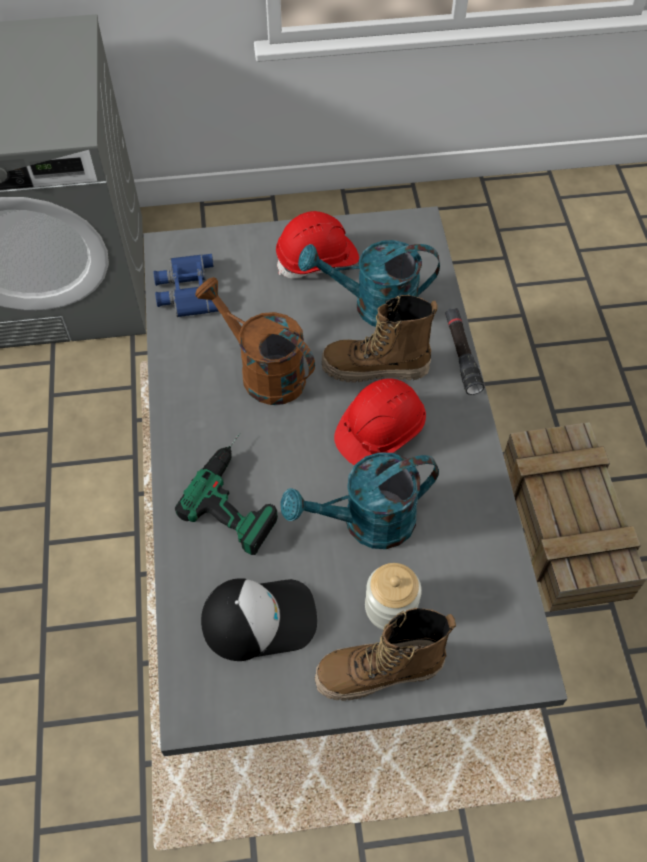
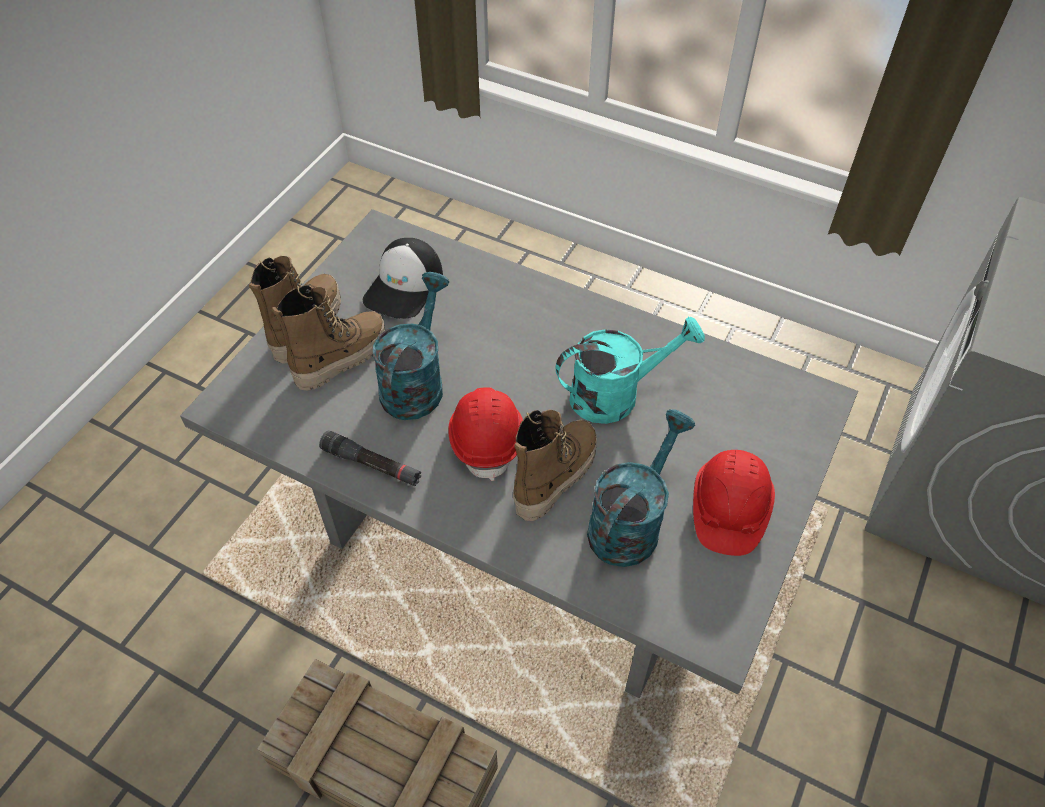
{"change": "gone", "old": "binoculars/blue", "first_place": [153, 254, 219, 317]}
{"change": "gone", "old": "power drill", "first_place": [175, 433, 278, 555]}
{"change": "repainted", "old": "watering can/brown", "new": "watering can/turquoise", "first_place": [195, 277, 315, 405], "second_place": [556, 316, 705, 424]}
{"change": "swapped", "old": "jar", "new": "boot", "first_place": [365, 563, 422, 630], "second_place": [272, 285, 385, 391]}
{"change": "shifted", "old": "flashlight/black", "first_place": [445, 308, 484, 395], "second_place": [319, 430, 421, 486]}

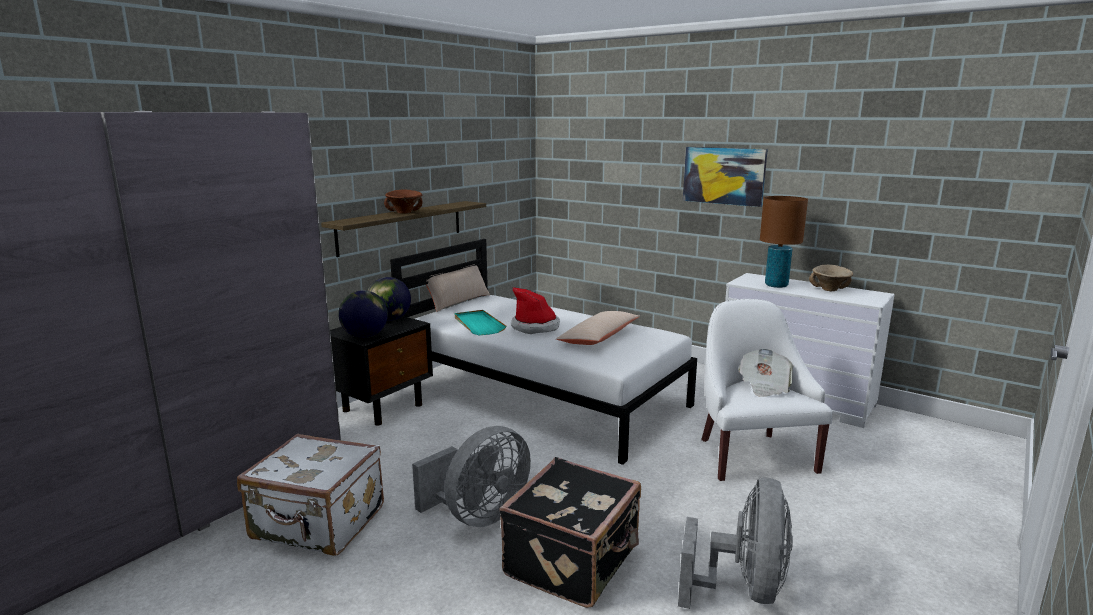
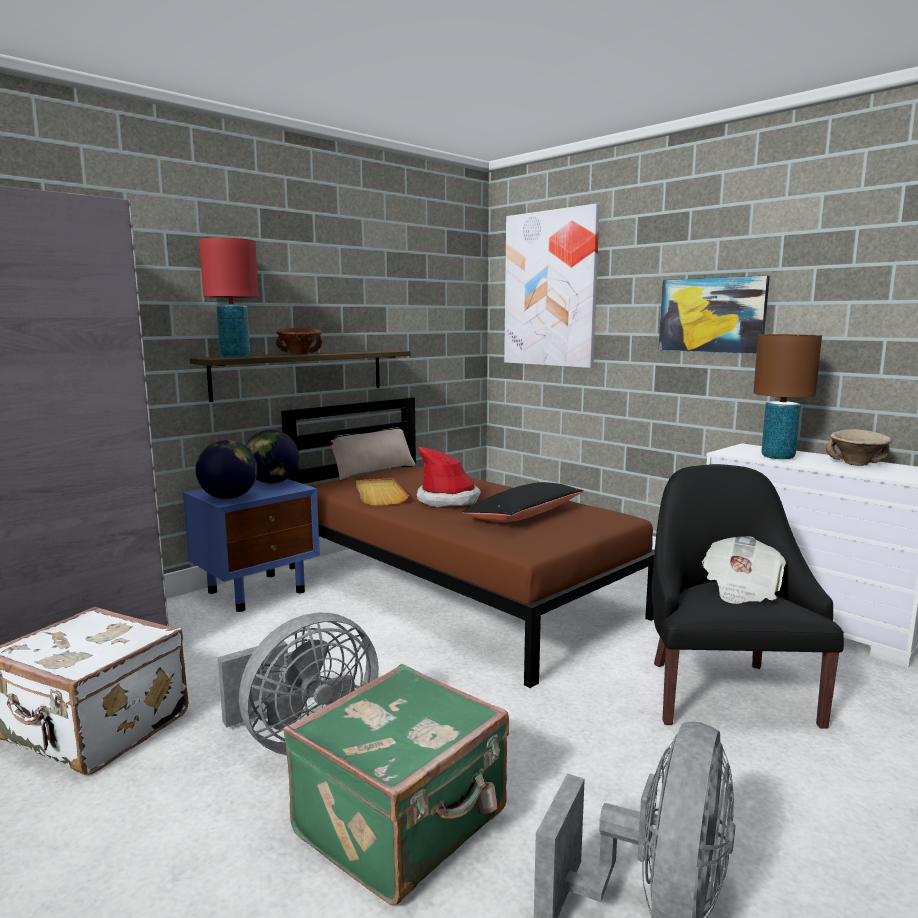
{"change": "repainted", "old": "nightstand/black", "new": "nightstand/blue", "first_place": [330, 316, 433, 426], "second_place": [183, 479, 320, 612]}
{"change": "repainted", "old": "bed/white", "new": "bed/brown", "first_place": [390, 239, 697, 465], "second_place": [281, 397, 655, 688]}
{"change": "repainted", "old": "tray/turquoise", "new": "tray/beige", "first_place": [455, 310, 506, 335], "second_place": [356, 478, 409, 506]}
{"change": "repainted", "old": "suitcase/black", "new": "suitcase/green", "first_place": [499, 457, 641, 608], "second_place": [283, 664, 509, 905]}
{"change": "repainted", "old": "pillow/beige", "new": "pillow/black", "first_place": [556, 311, 640, 345], "second_place": [461, 482, 584, 522]}
{"change": "repainted", "old": "armchair/white", "new": "armchair/black", "first_place": [701, 299, 833, 481], "second_place": [652, 464, 844, 729]}
{"change": "new", "new": "table lamp/red", "second_place": [199, 238, 258, 358]}
{"change": "new", "new": "picture", "second_place": [504, 204, 600, 368]}

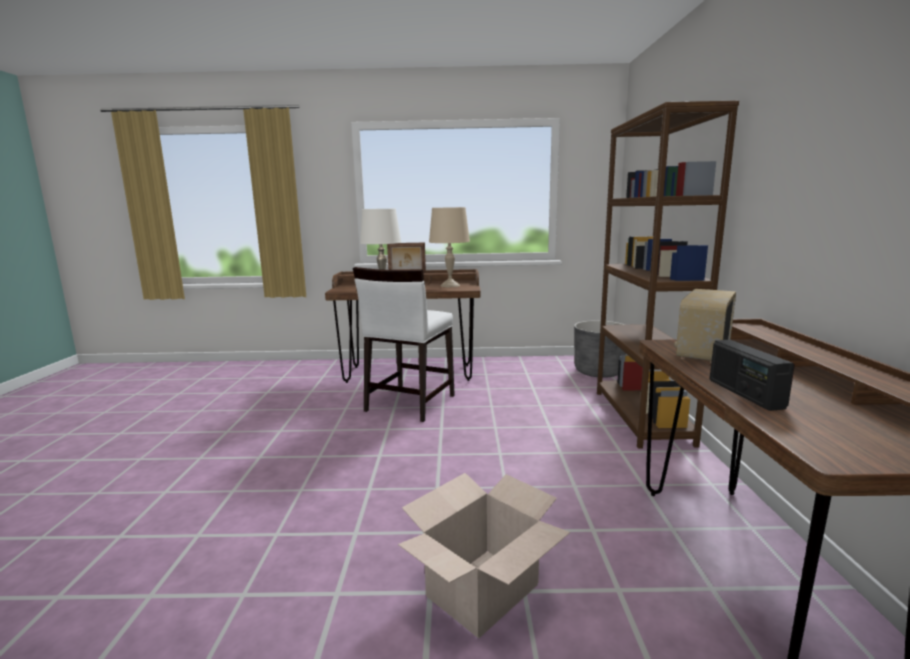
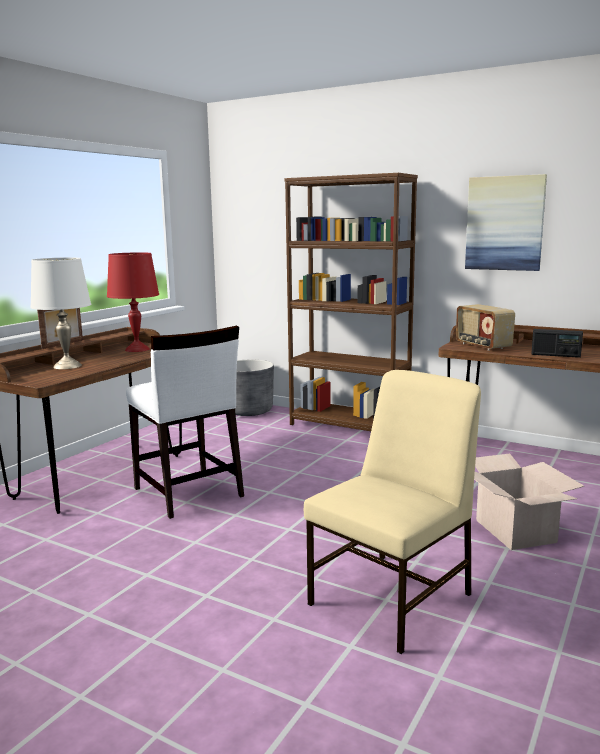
{"change": "repainted", "old": "table lamp/beige", "new": "table lamp/red", "first_place": [429, 207, 470, 287], "second_place": [107, 252, 159, 352]}
{"change": "new", "new": "chair/beige", "second_place": [304, 370, 481, 654]}
{"change": "new", "new": "picture", "second_place": [465, 174, 547, 271]}

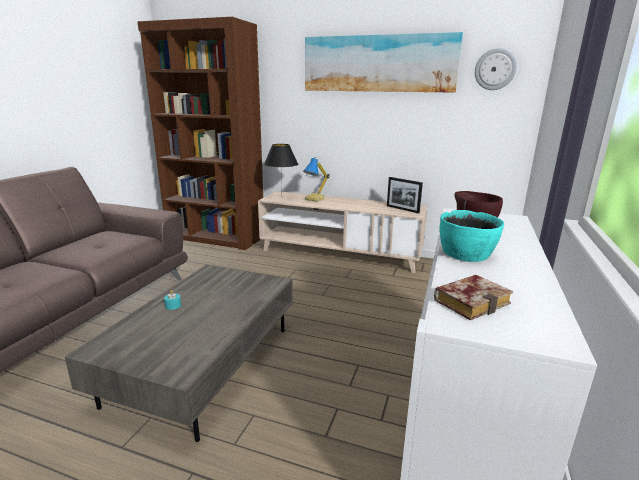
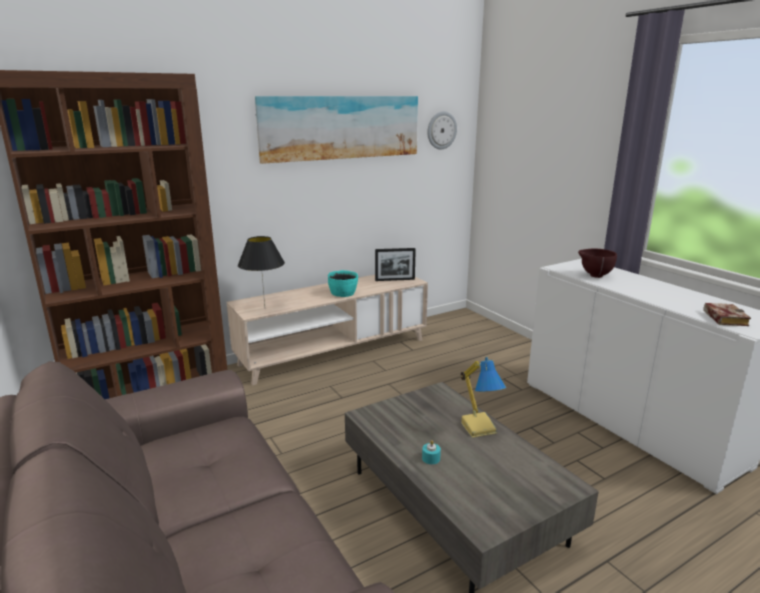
{"change": "shifted", "old": "table lamp", "first_place": [303, 157, 329, 202], "second_place": [461, 357, 506, 438]}
{"change": "shifted", "old": "bowl/turquoise", "first_place": [439, 210, 504, 262], "second_place": [328, 270, 358, 297]}

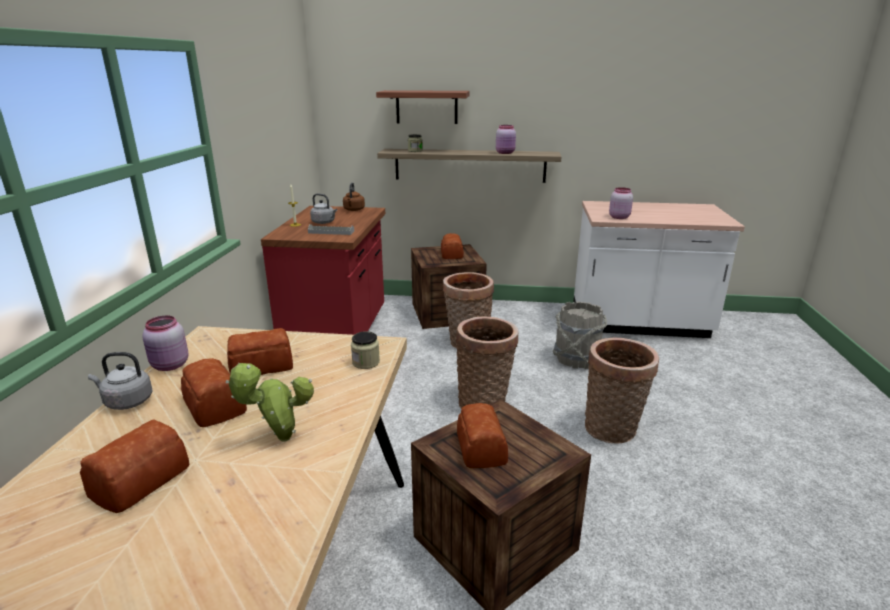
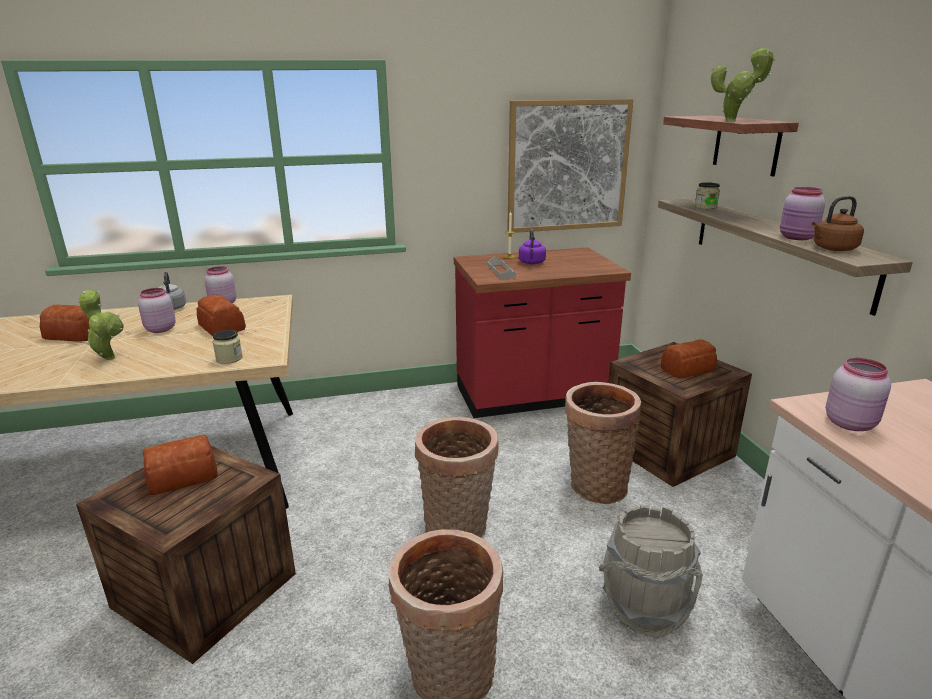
{"change": "swapped", "old": "bread", "new": "jar/pink", "first_place": [181, 358, 247, 427], "second_place": [138, 288, 176, 333]}
{"change": "repainted", "old": "kettle/grey", "new": "kettle/purple", "first_place": [310, 193, 337, 224], "second_place": [519, 228, 546, 264]}
{"change": "shifted", "old": "kettle/brown", "first_place": [343, 182, 365, 211], "second_place": [811, 196, 864, 251]}
{"change": "new", "new": "picture", "second_place": [507, 99, 633, 233]}
{"change": "new", "new": "potted plant", "second_place": [711, 47, 775, 121]}

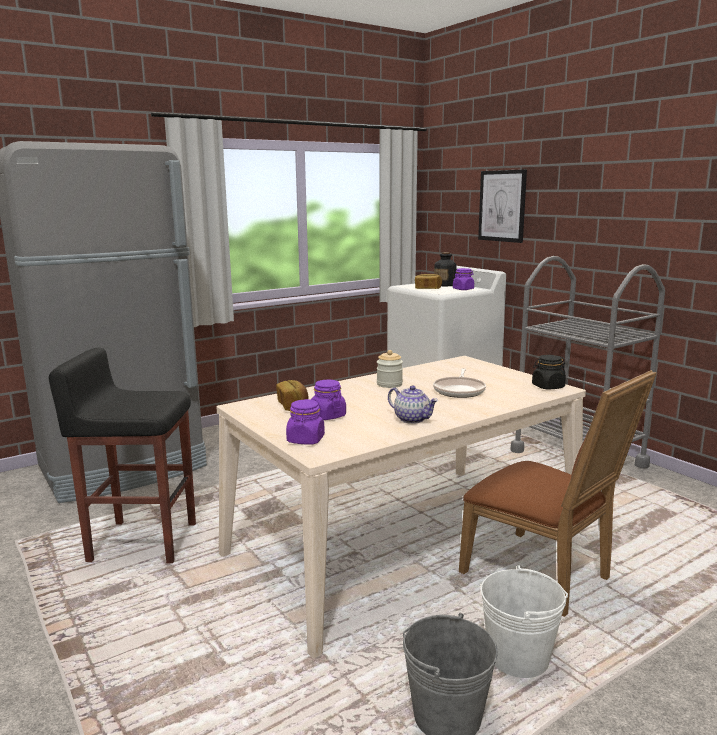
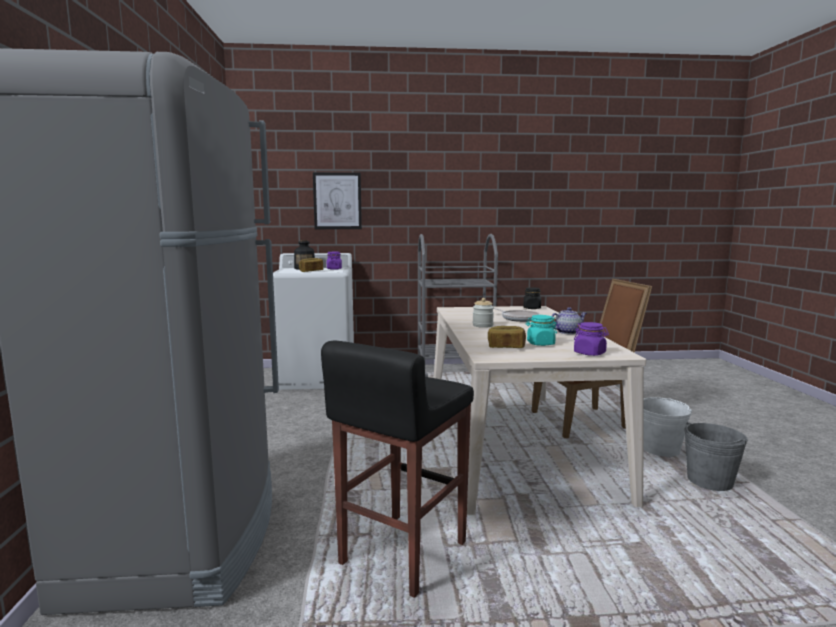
{"change": "repainted", "old": "jar/purple", "new": "jar/turquoise", "first_place": [311, 380, 346, 420], "second_place": [525, 315, 557, 346]}

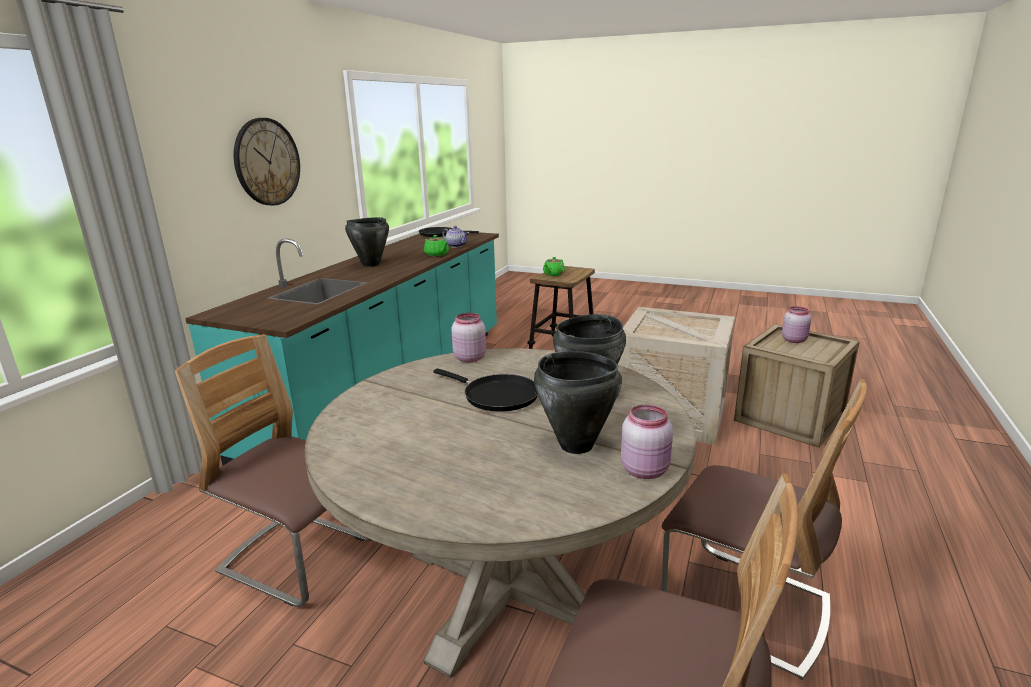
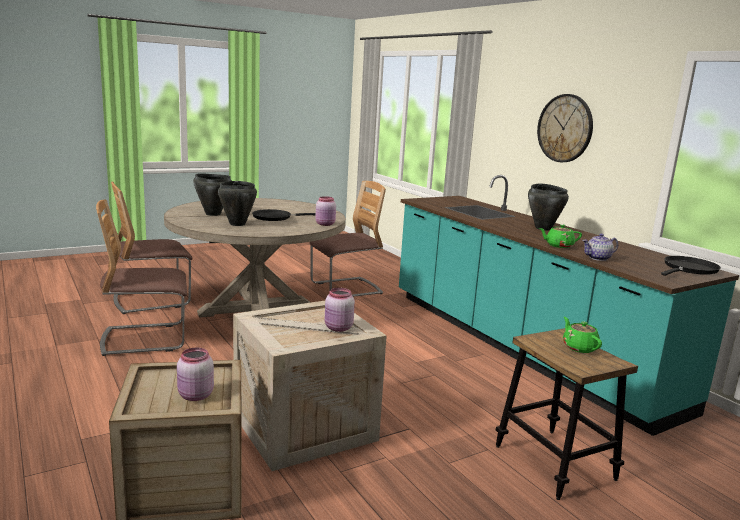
{"change": "shifted", "old": "jar/pink", "first_place": [621, 405, 673, 479], "second_place": [325, 288, 355, 332]}

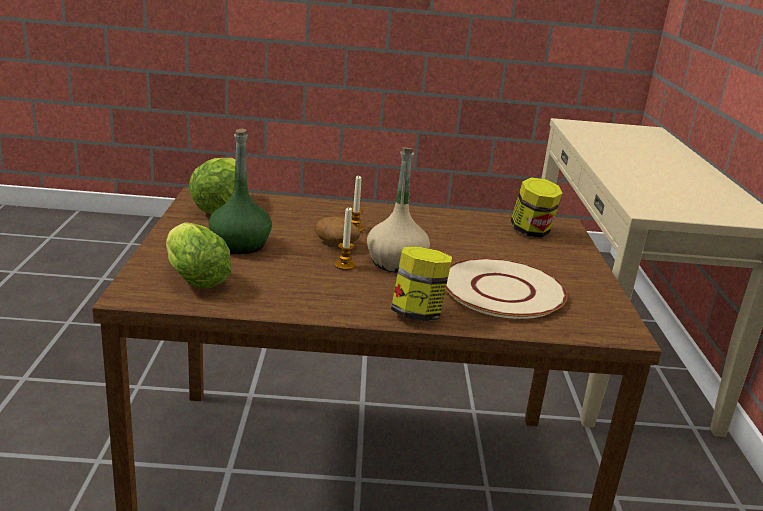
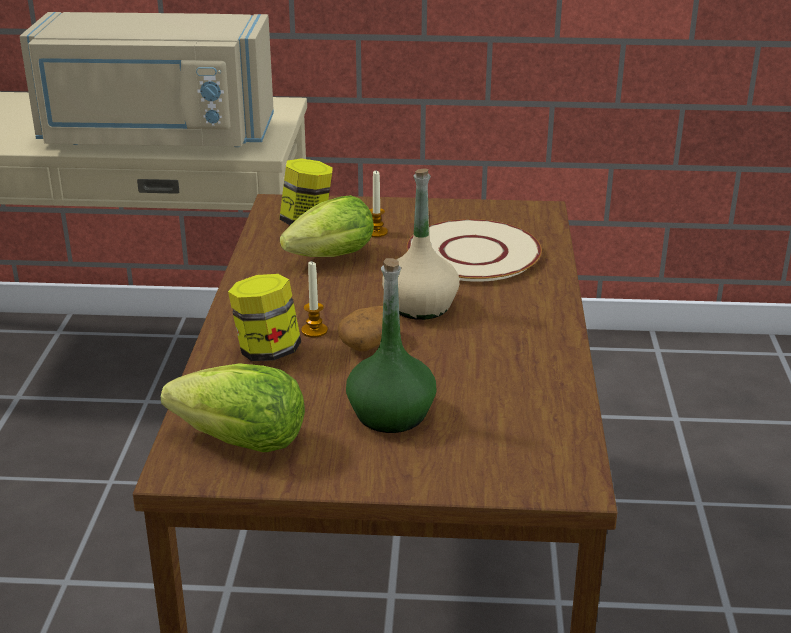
{"change": "shifted", "old": "lettuce", "first_place": [166, 222, 231, 288], "second_place": [280, 195, 374, 257]}
{"change": "shifted", "old": "candle", "first_place": [334, 207, 356, 270], "second_place": [370, 170, 388, 237]}
{"change": "shifted", "old": "jar", "first_place": [391, 247, 452, 321], "second_place": [228, 274, 301, 361]}
{"change": "new", "new": "microwave/beige", "second_place": [19, 12, 274, 147]}

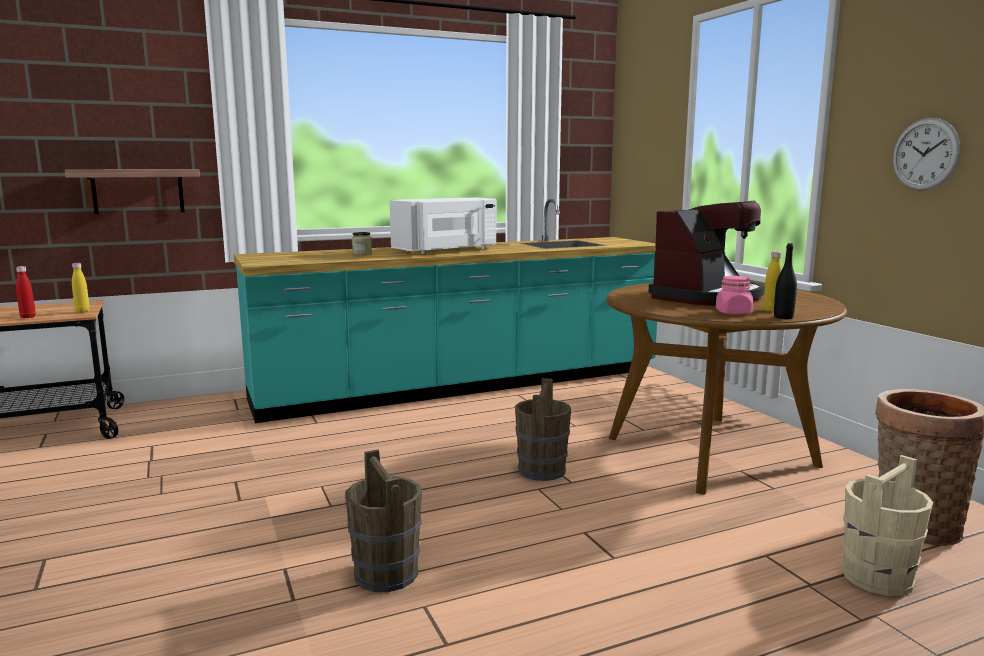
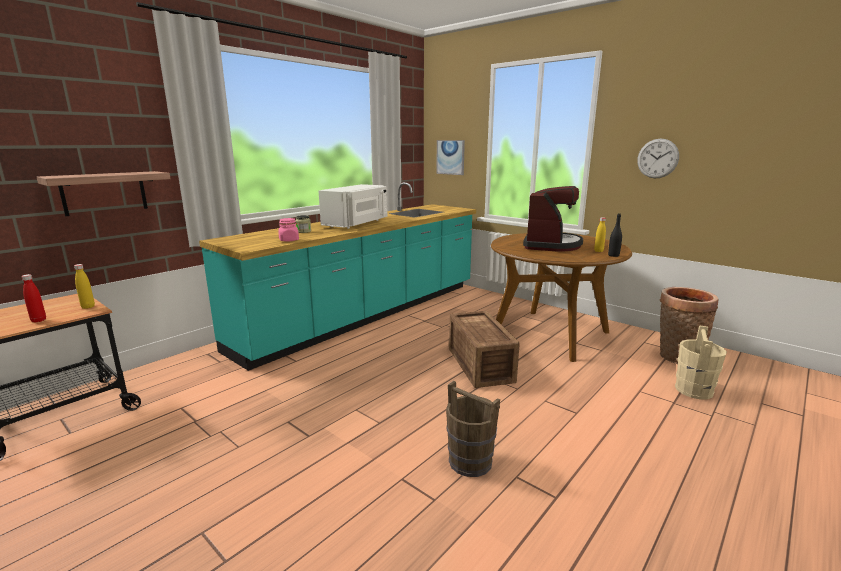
{"change": "swapped", "old": "bucket/brown", "new": "crate", "first_place": [515, 378, 571, 481], "second_place": [449, 311, 520, 388]}
{"change": "shifted", "old": "jar/pink", "first_place": [716, 276, 753, 315], "second_place": [278, 218, 299, 242]}
{"change": "new", "new": "picture", "second_place": [436, 140, 465, 175]}

